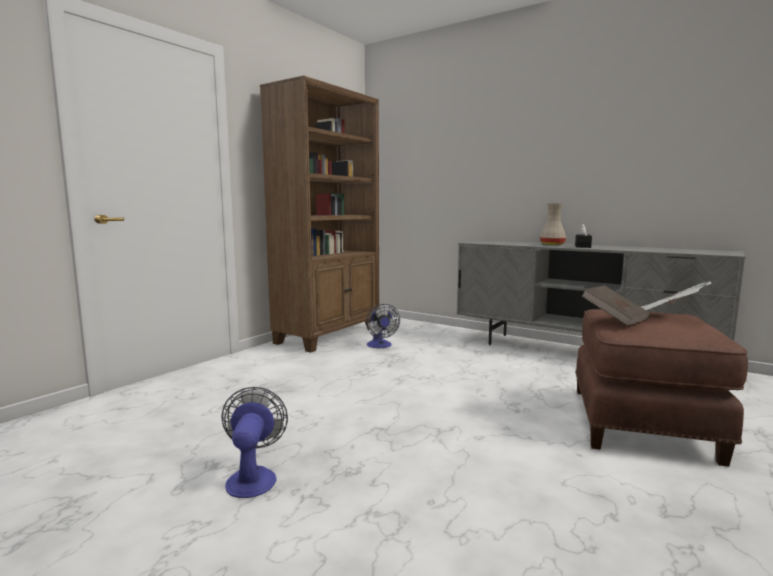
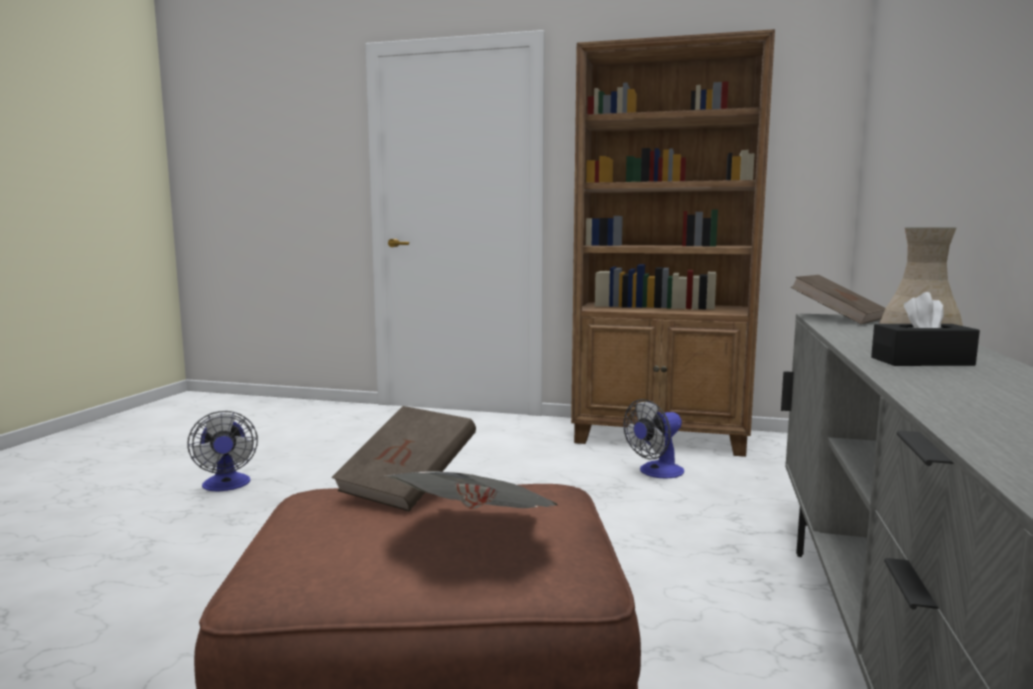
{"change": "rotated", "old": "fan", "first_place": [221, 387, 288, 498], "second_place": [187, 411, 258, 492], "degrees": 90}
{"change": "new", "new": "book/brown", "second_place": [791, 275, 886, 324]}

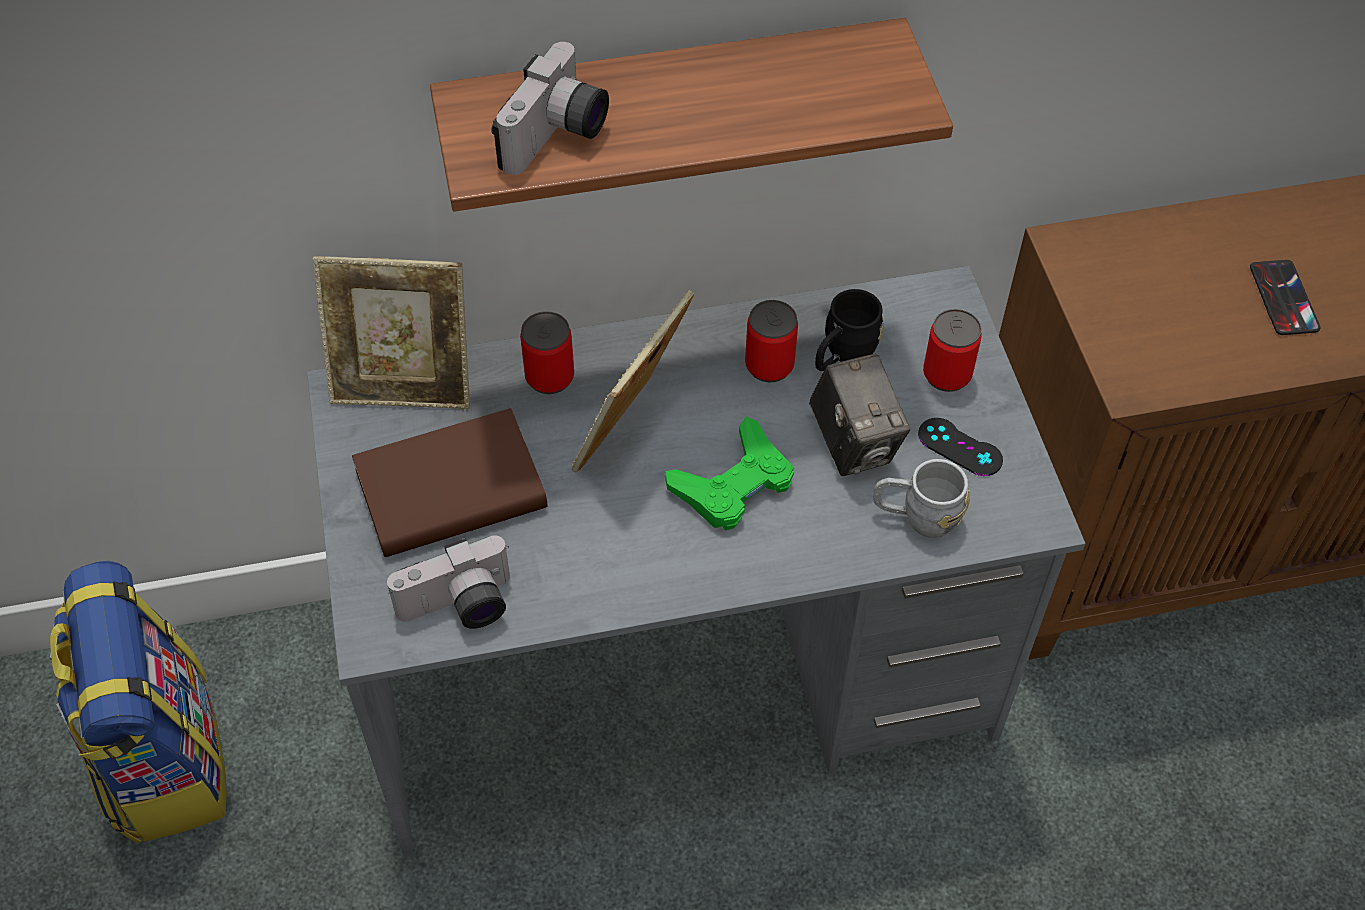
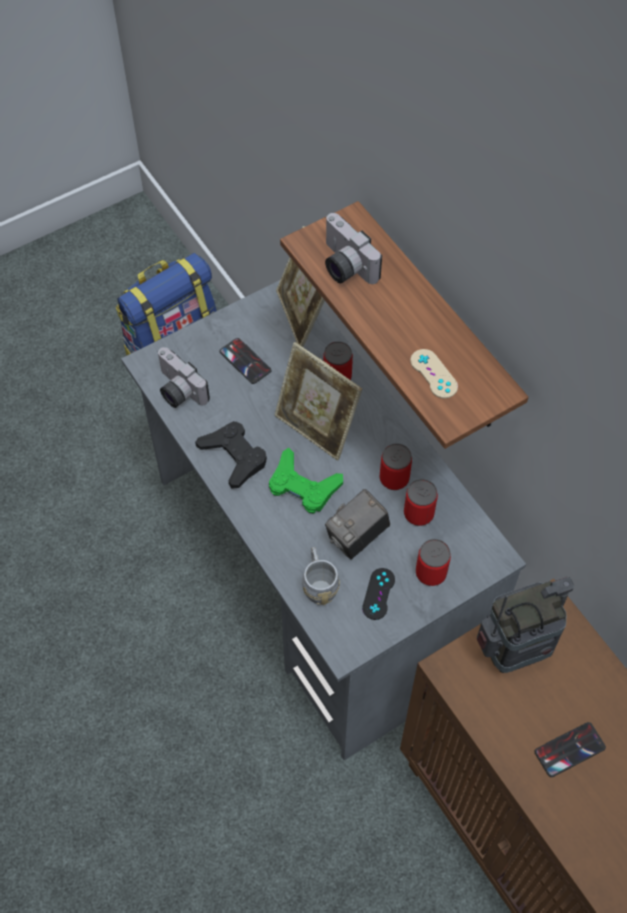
{"change": "swapped", "old": "book/brown", "new": "phone", "first_place": [352, 408, 547, 557], "second_place": [219, 338, 272, 384]}
{"change": "rotated", "old": "photo camera", "first_place": [491, 42, 609, 175], "second_place": [325, 213, 382, 284], "degrees": 45}
{"change": "rotated", "old": "picture frame", "first_place": [571, 290, 694, 473], "second_place": [275, 342, 362, 461], "degrees": -150}
{"change": "swapped", "old": "mug/black", "new": "can", "first_place": [815, 289, 884, 371], "second_place": [404, 479, 438, 526]}
{"change": "new", "new": "game controller/black", "second_place": [195, 421, 267, 489]}
{"change": "new", "new": "game controller/beige", "second_place": [410, 349, 458, 398]}
{"change": "new", "new": "radio", "second_place": [477, 577, 574, 673]}

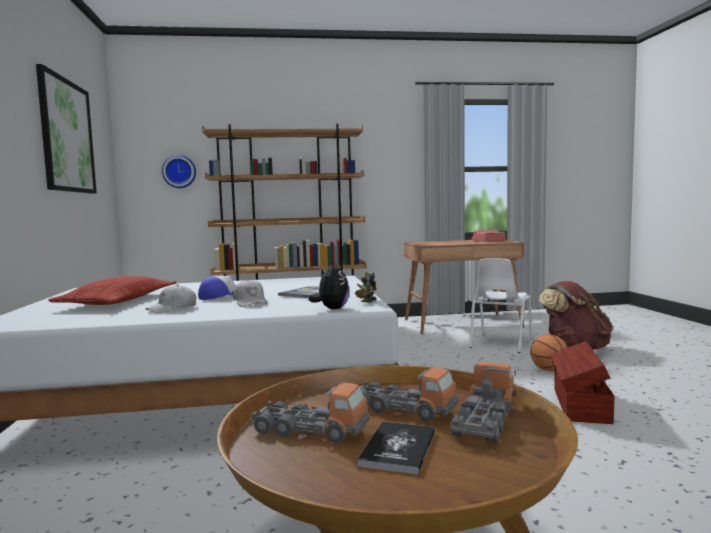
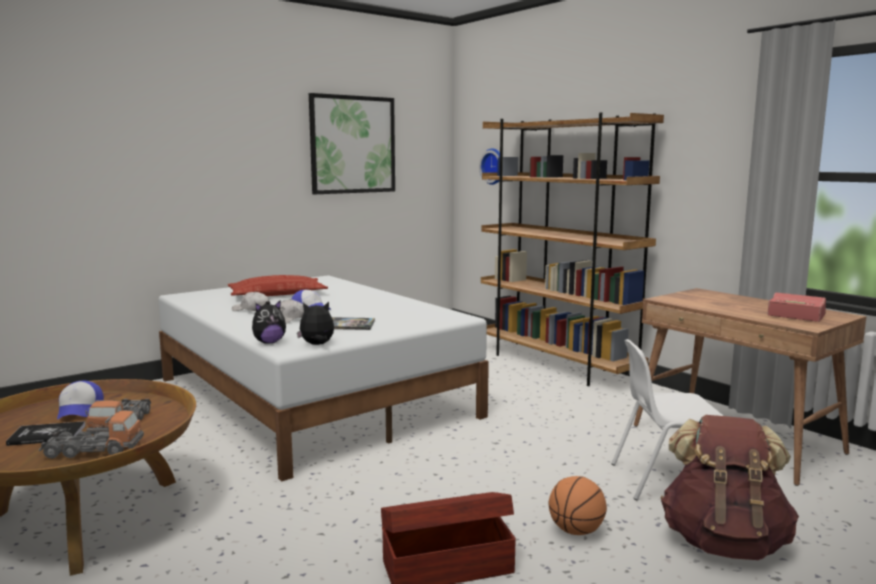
{"change": "swapped", "old": "toy truck", "new": "cap", "first_place": [249, 382, 370, 443], "second_place": [57, 381, 104, 419]}
{"change": "swapped", "old": "toy robot", "new": "plush toy", "first_place": [355, 271, 376, 303], "second_place": [297, 302, 334, 345]}

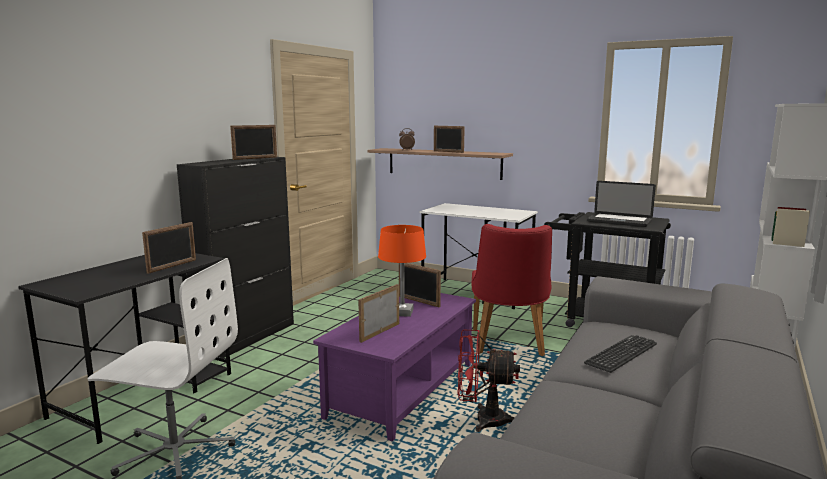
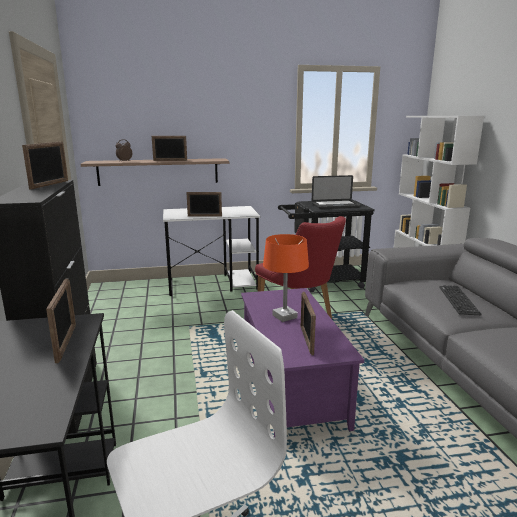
{"change": "shifted", "old": "picture frame", "first_place": [399, 263, 441, 307], "second_place": [187, 192, 222, 216]}
{"change": "gone", "old": "fan/red", "first_place": [457, 329, 520, 432]}

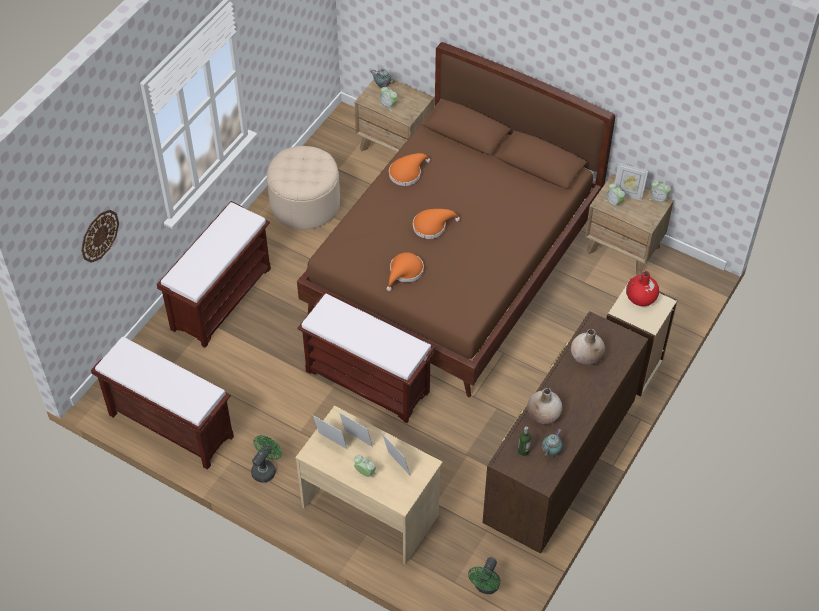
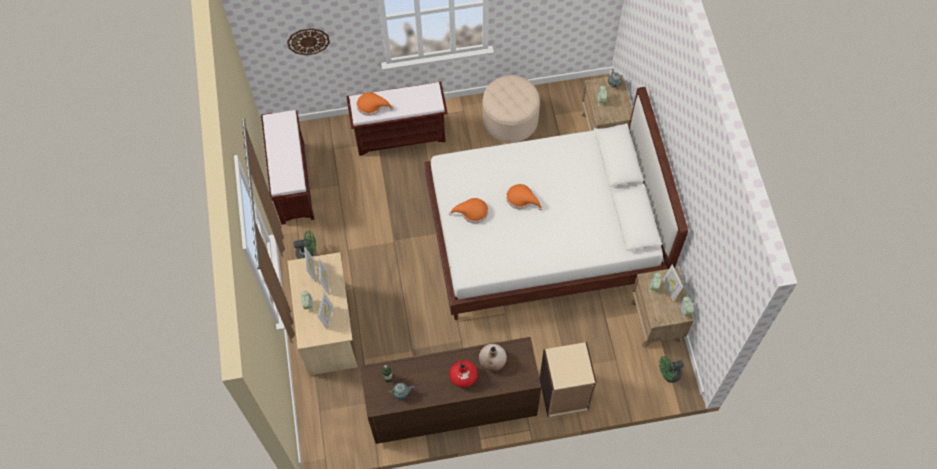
{"change": "repainted", "old": "bed/brown", "new": "bed/white", "first_place": [297, 42, 615, 397], "second_place": [424, 87, 688, 320]}
{"change": "gone", "old": "bench/brown", "first_place": [297, 292, 436, 423]}
{"change": "shifted", "old": "hat/orange", "first_place": [389, 153, 430, 186], "second_place": [357, 92, 394, 116]}
{"change": "shifted", "old": "fan/green", "first_place": [468, 557, 500, 594], "second_place": [659, 356, 684, 383]}
{"change": "gone", "old": "vase/beige", "first_place": [527, 388, 562, 424]}
{"change": "shifted", "old": "vase/red", "first_place": [626, 271, 659, 307], "second_place": [449, 360, 478, 388]}

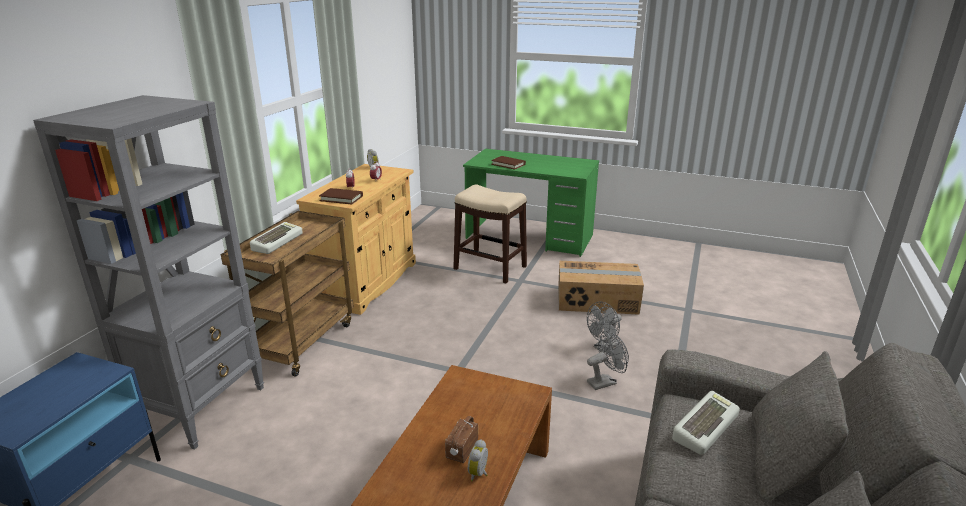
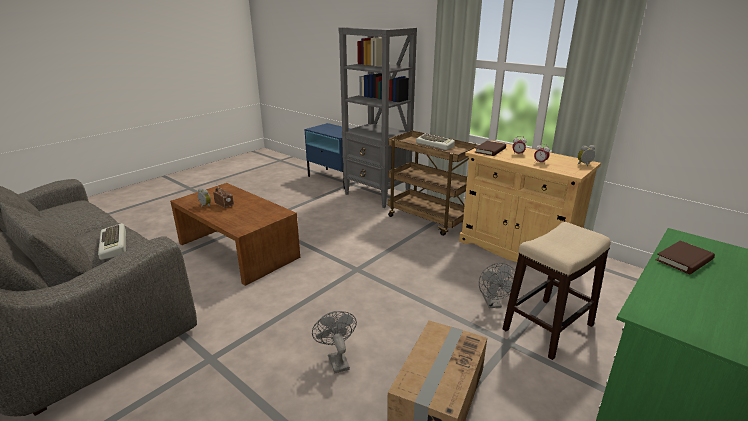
{"change": "shifted", "old": "fan/grey", "first_place": [587, 331, 629, 390], "second_place": [479, 263, 515, 308]}

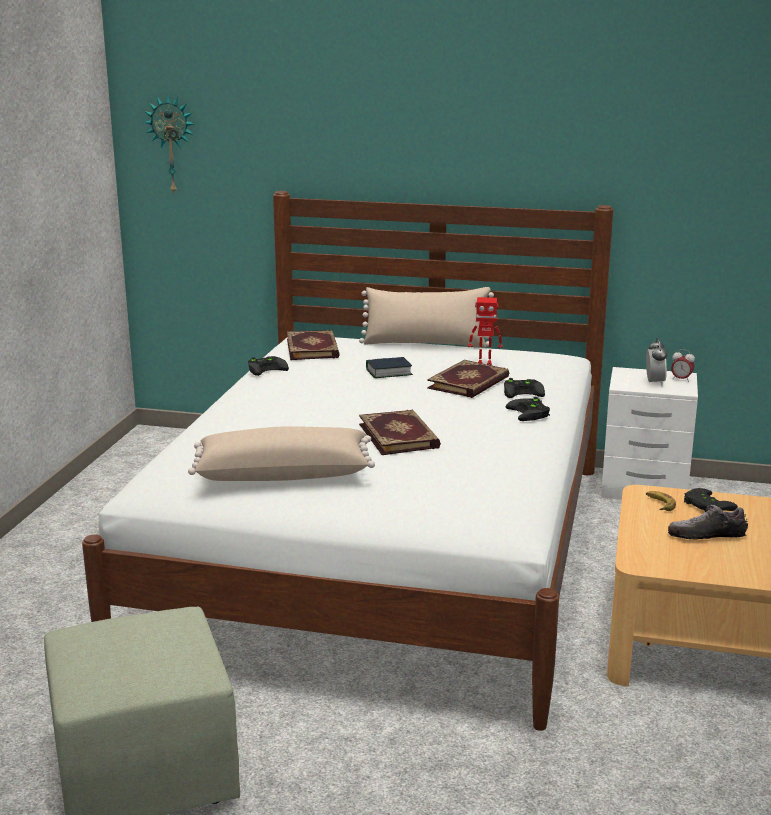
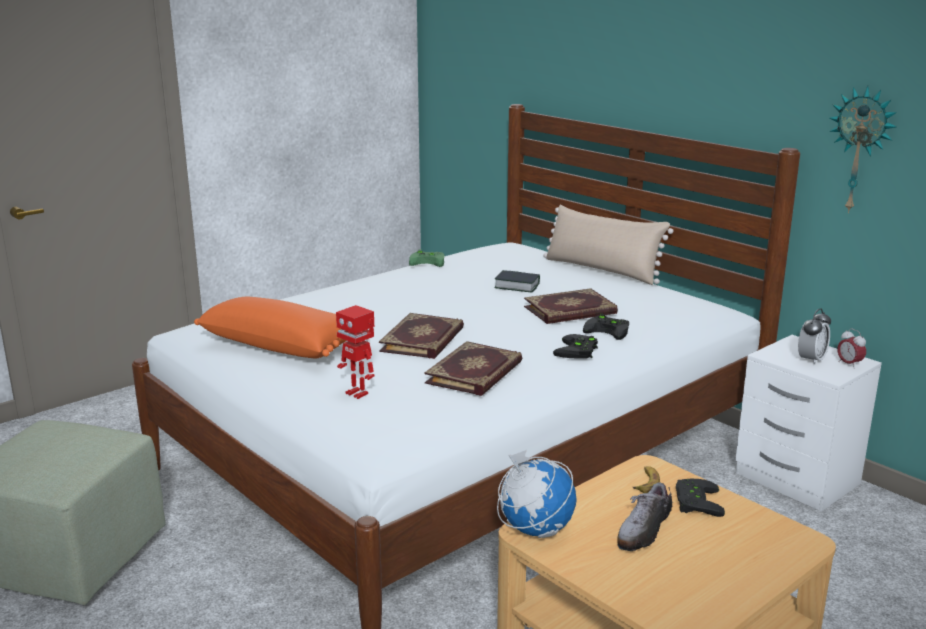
{"change": "shifted", "old": "wall clock", "first_place": [144, 94, 194, 193], "second_place": [829, 86, 897, 213]}
{"change": "repainted", "old": "pillow/beige", "new": "pillow/orange", "first_place": [188, 426, 375, 481], "second_place": [194, 297, 368, 358]}
{"change": "repainted", "old": "game controller/black", "new": "game controller/green", "first_place": [248, 356, 289, 376], "second_place": [409, 249, 445, 267]}
{"change": "shifted", "old": "book", "first_place": [287, 330, 340, 360], "second_place": [425, 341, 522, 396]}
{"change": "shifted", "old": "toy robot", "first_place": [468, 297, 503, 365], "second_place": [336, 305, 374, 399]}
{"change": "rotated", "old": "shoe", "first_place": [668, 505, 748, 540], "second_place": [617, 482, 674, 551], "degrees": -90}
{"change": "new", "new": "globe", "second_place": [497, 450, 577, 538]}

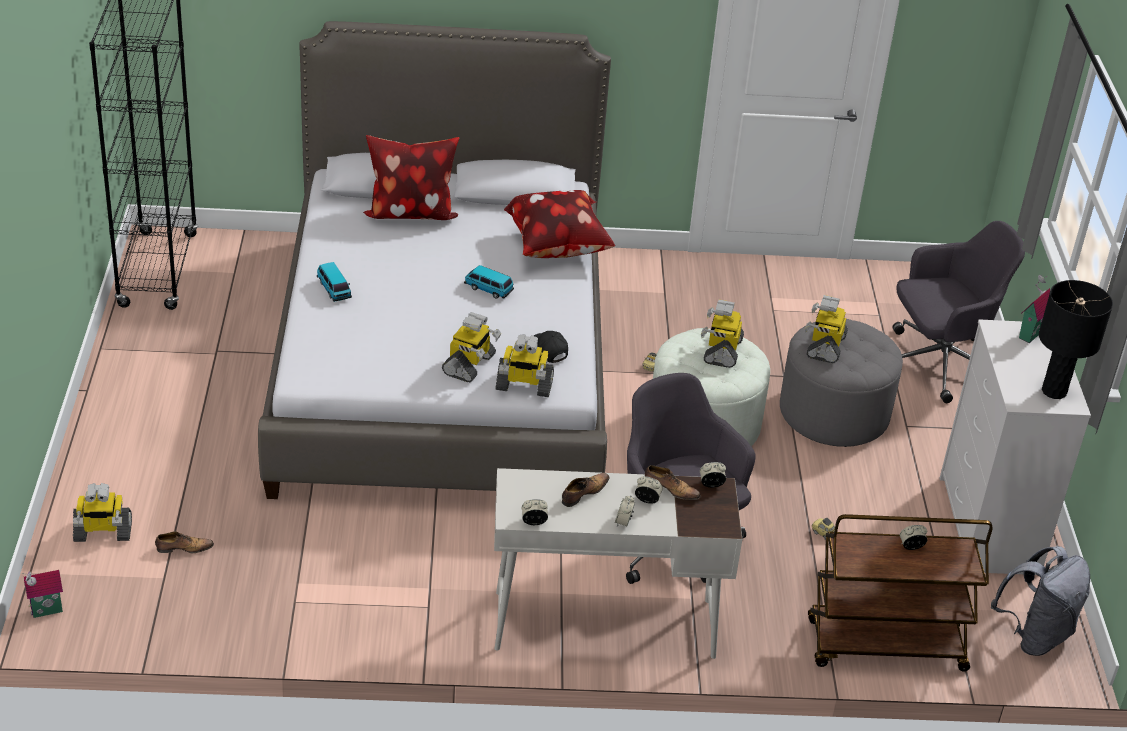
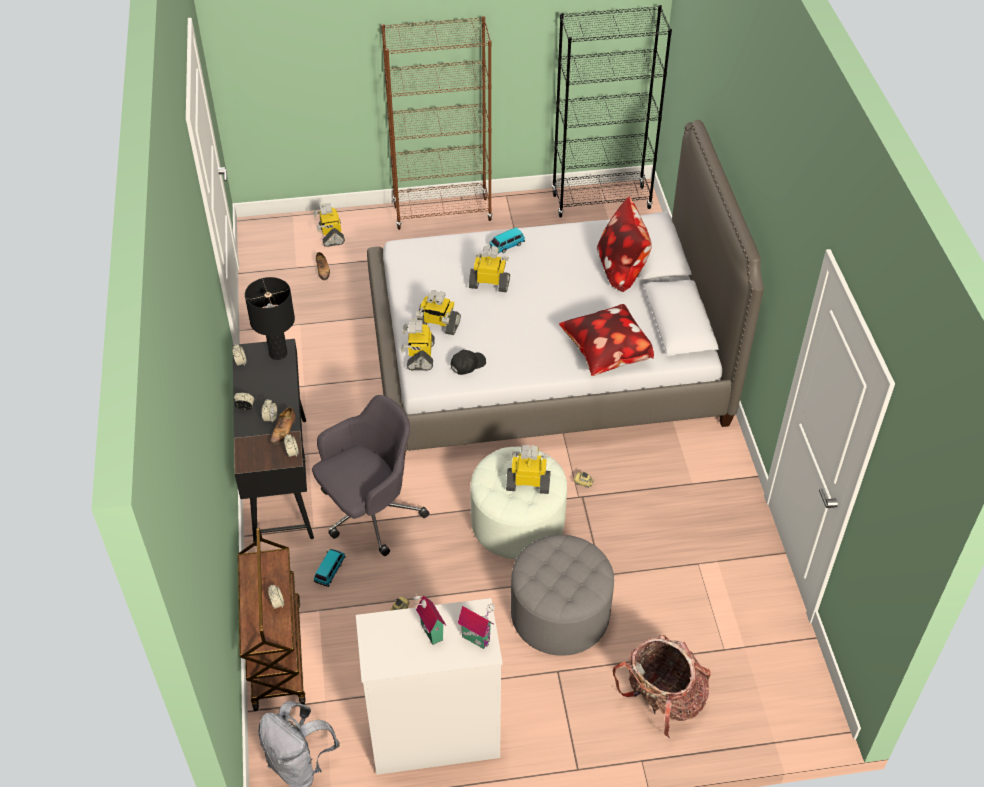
{"change": "shifted", "old": "toy house", "first_place": [22, 570, 63, 618], "second_place": [412, 592, 446, 645]}
{"change": "shifted", "old": "toy car", "first_place": [464, 265, 514, 299], "second_place": [314, 549, 346, 587]}
{"change": "repainted", "old": "desk/white", "new": "desk/black", "first_place": [494, 468, 742, 659], "second_place": [232, 339, 314, 546]}
{"change": "gone", "old": "shoe", "first_place": [562, 473, 610, 507]}
{"change": "shifted", "old": "toy robot", "first_place": [805, 295, 848, 363], "second_place": [469, 245, 510, 292]}
{"change": "swapped", "old": "office chair/grey", "new": "backpack", "first_place": [892, 221, 1025, 403], "second_place": [613, 635, 711, 737]}
{"change": "shifted", "old": "table lamp/black", "first_place": [1039, 280, 1113, 399], "second_place": [245, 277, 295, 360]}
{"change": "new", "new": "bookcase/brown", "second_place": [381, 16, 492, 230]}

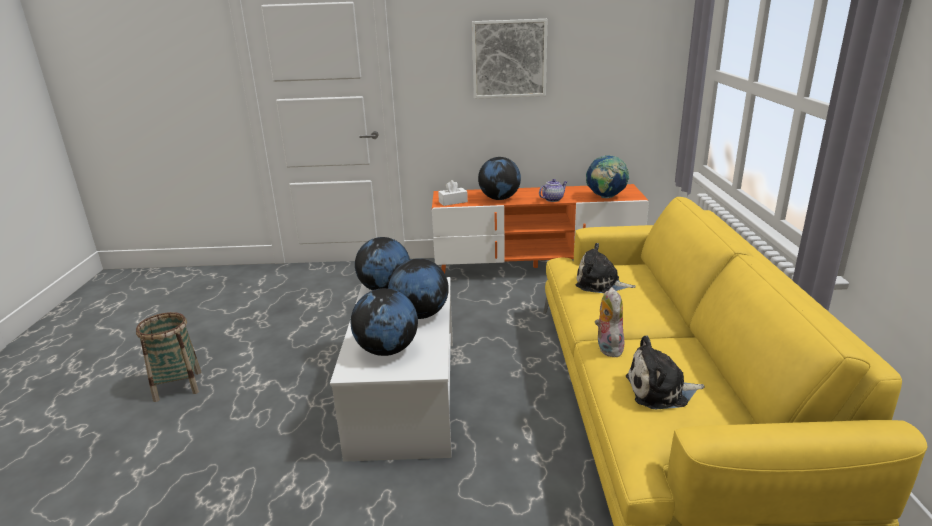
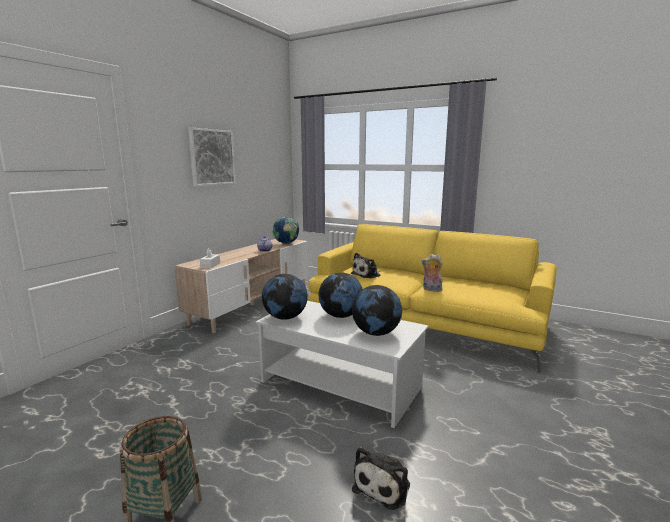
{"change": "repainted", "old": "tv stand/orange", "new": "tv stand/beige", "first_place": [432, 184, 649, 273], "second_place": [175, 239, 309, 333]}
{"change": "gone", "old": "globe", "first_place": [478, 157, 521, 200]}
{"change": "shifted", "old": "plush toy", "first_place": [626, 335, 704, 409], "second_place": [352, 447, 410, 510]}

